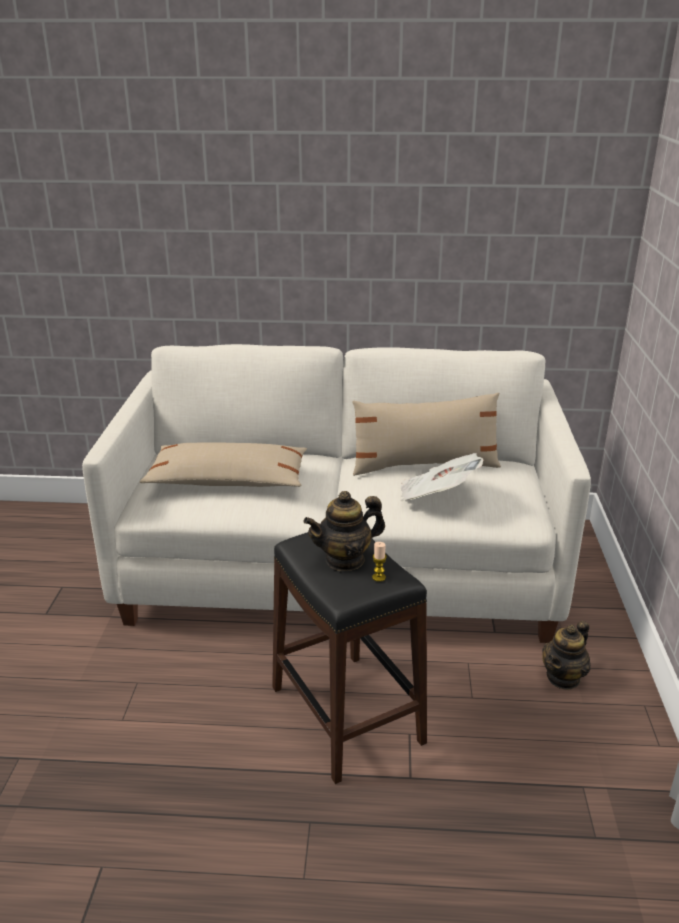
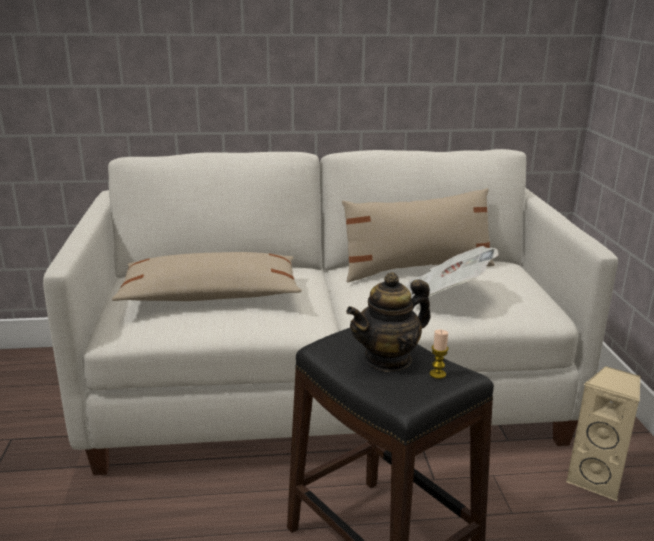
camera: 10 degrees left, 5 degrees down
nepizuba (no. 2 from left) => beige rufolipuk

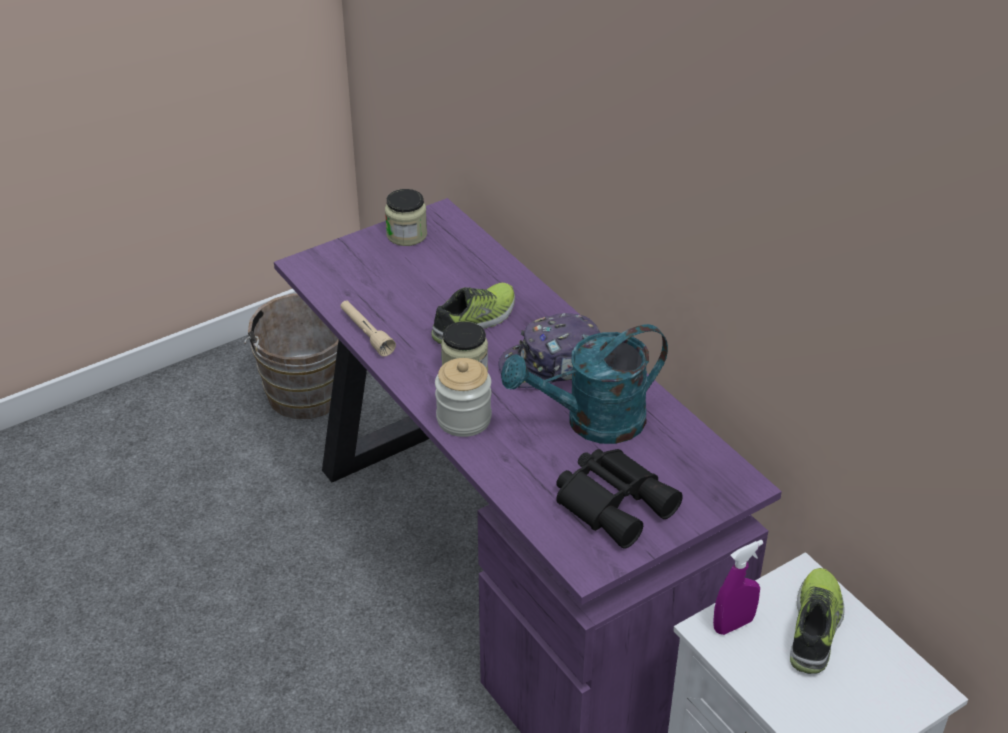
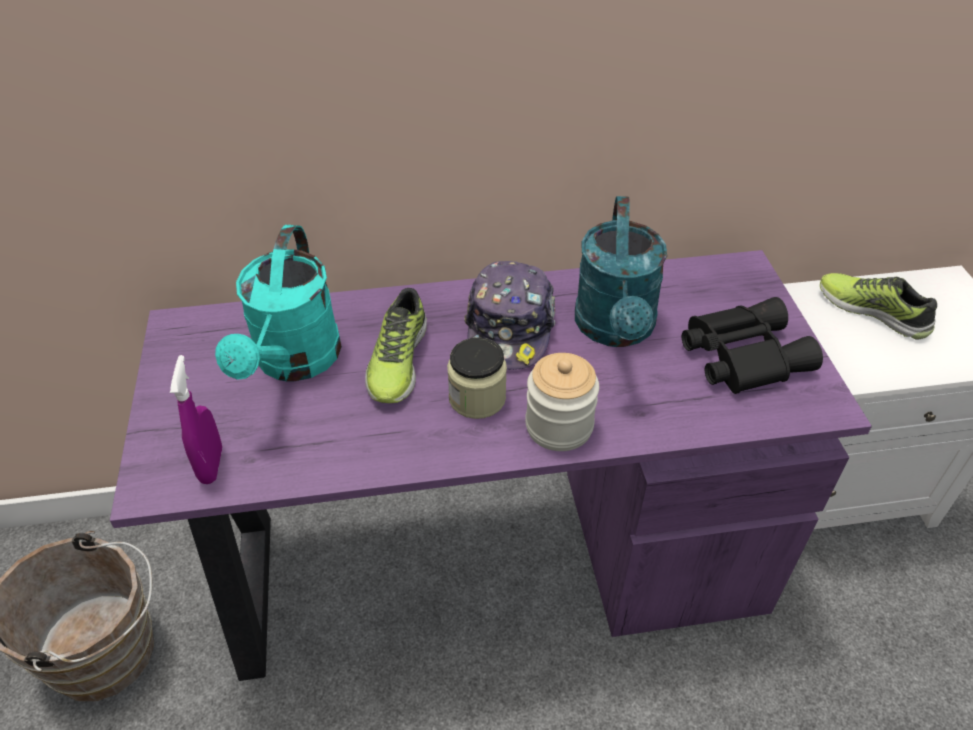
camera: 65 degrees left, 5 degrees up
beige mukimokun => nothing
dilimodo (no. 1 from left) => nothing
nothing => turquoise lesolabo (no. 1 from left)
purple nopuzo, relocated
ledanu (no. 1 from left), 150 degrees counterclockwise

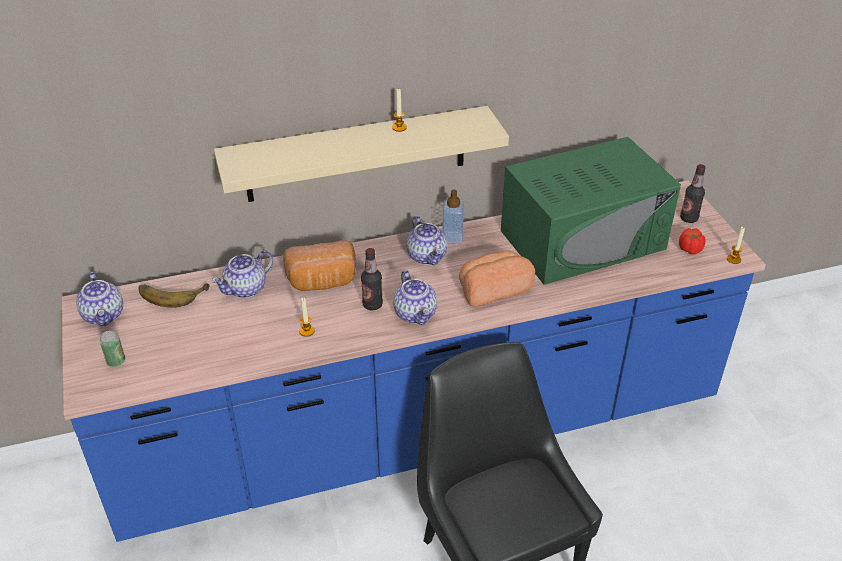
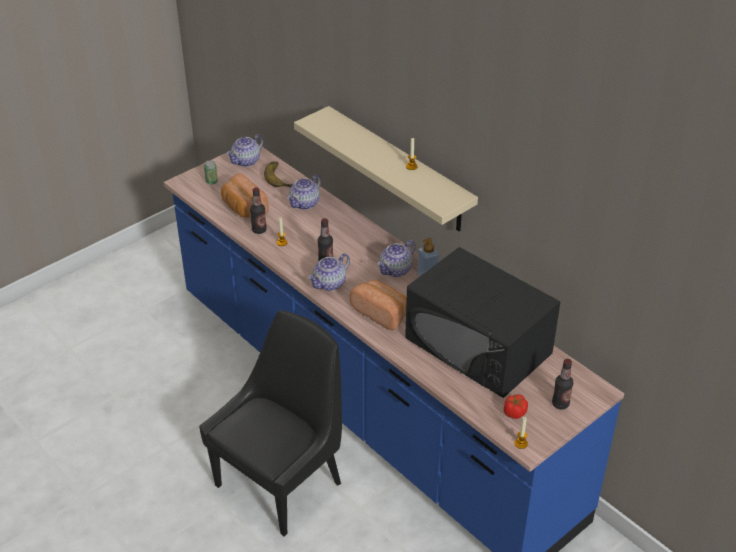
camera: 65 degrees right, 0 degrees up
nothing => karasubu (no. 1 from left)
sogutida (no. 1 from left), relocated
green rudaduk => black rudaduk
nepizuba (no. 2 from left), 75 degrees counterclockwise

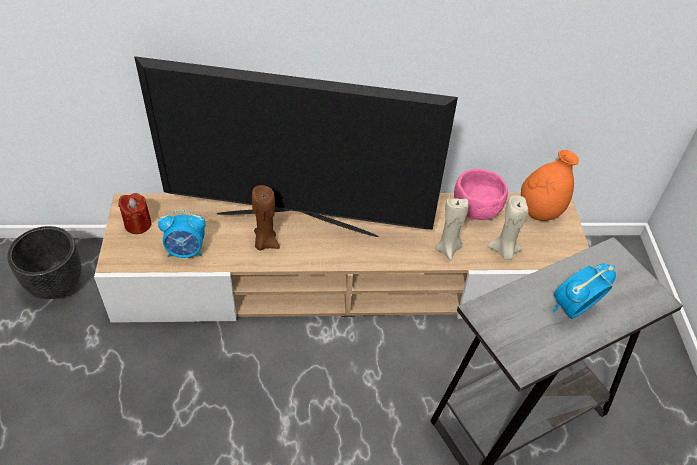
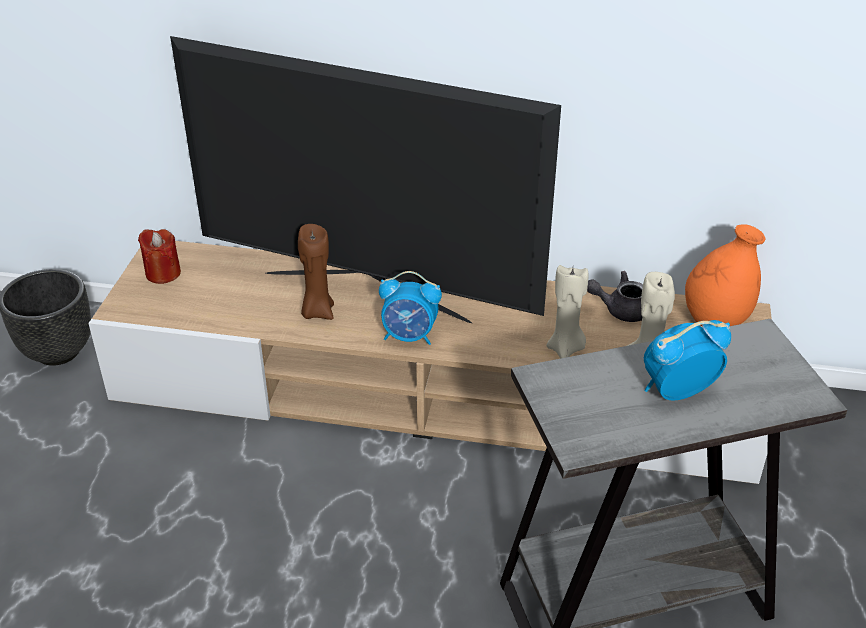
camera: 15 degrees right, 10 degrees down
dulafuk (no. 1 from left), relocated
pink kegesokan => grey nepizuba

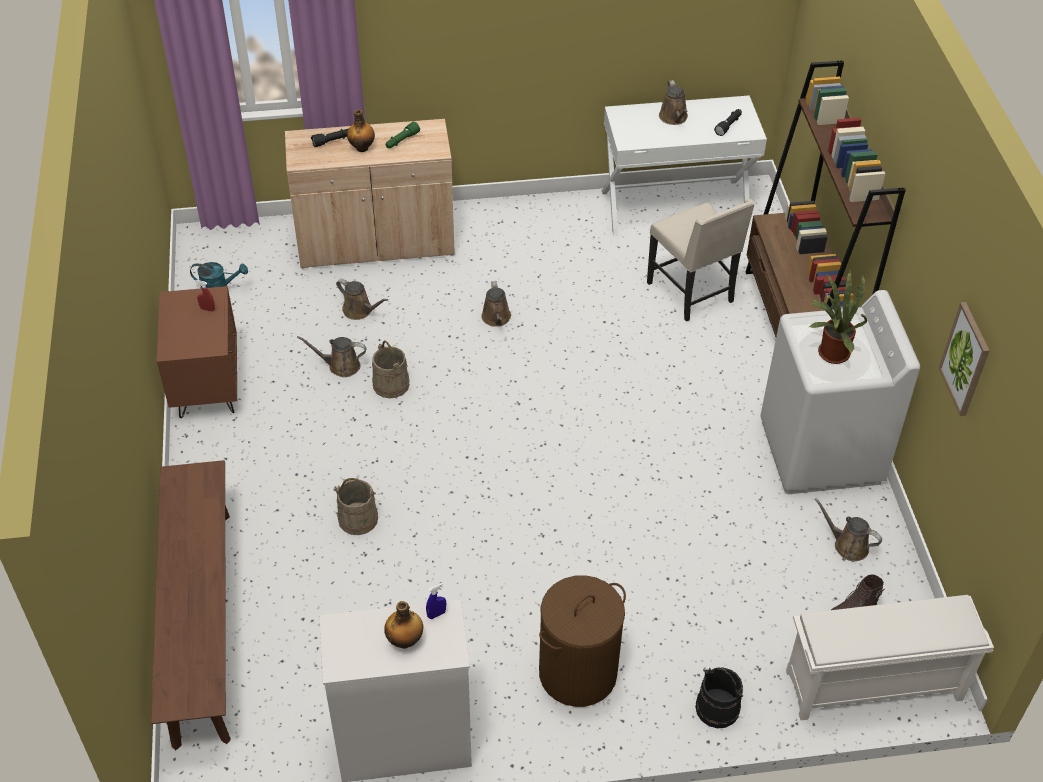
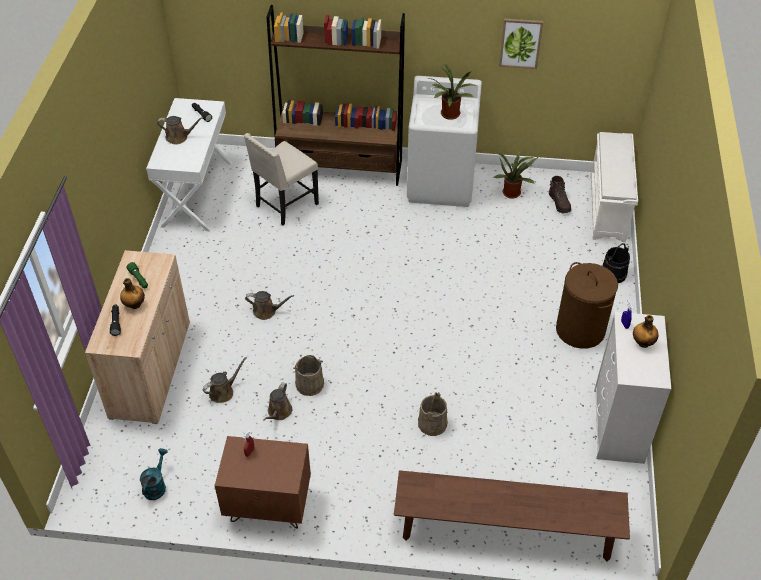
camera: 75 degrees left, 0 degrees up
brown lesolabo (no. 5 from left) => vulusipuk (no. 2 from left)
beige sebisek, 150 degrees clockwise

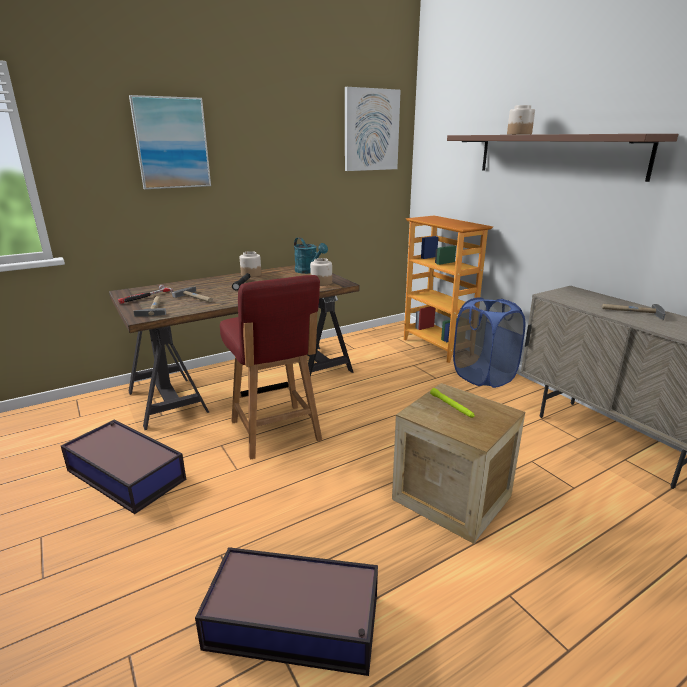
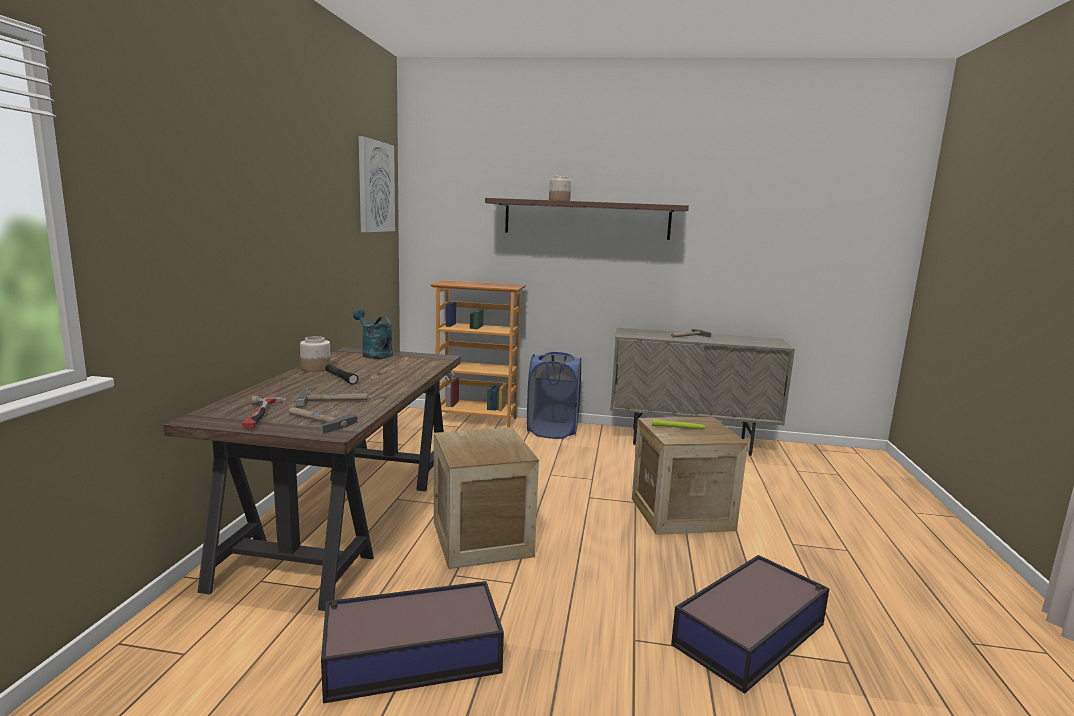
camera: 50 degrees left, 10 degrees down
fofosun (no. 1 from left) => nothing
dilimodo (no. 2 from left) => nothing
red sebisek => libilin (no. 1 from left)
turquoise lesolabo, 135 degrees counterclockwise

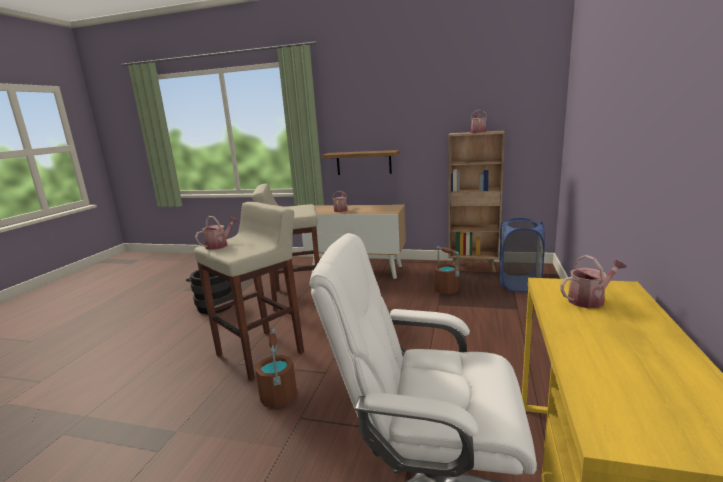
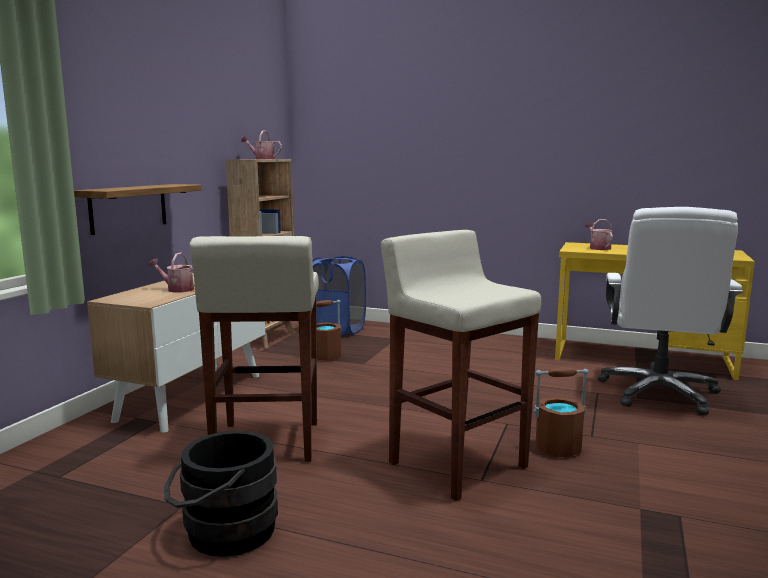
camera: 85 degrees left, 5 degrees down
lesolabo (no. 1 from left) => nothing

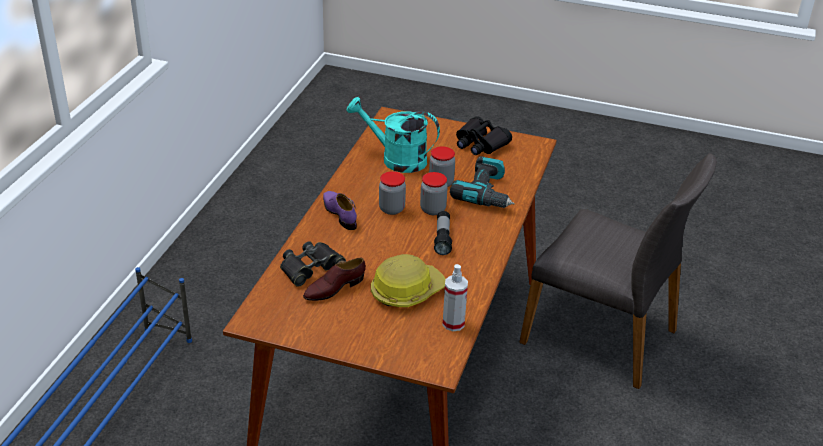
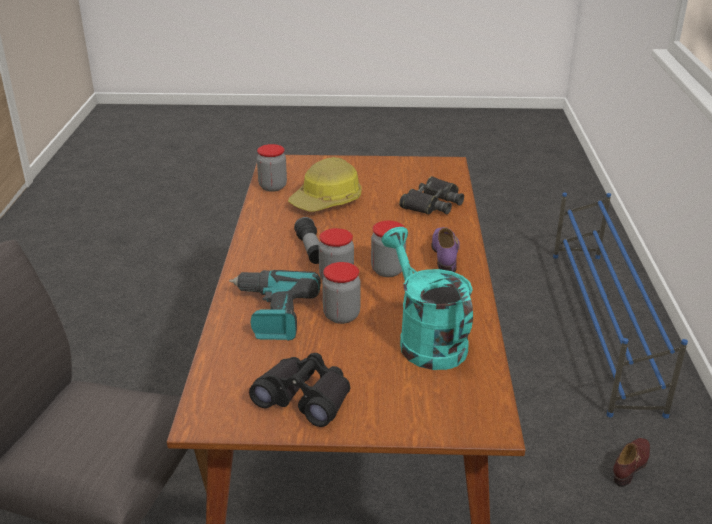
camera: 165 degrees right, 5 degrees down
brown ledanu, relocated
nopuzo => dilimodo (no. 1 from left)
purple ledanu, 135 degrees counterclockwise
turquoise lesolabo, 120 degrees counterclockwise

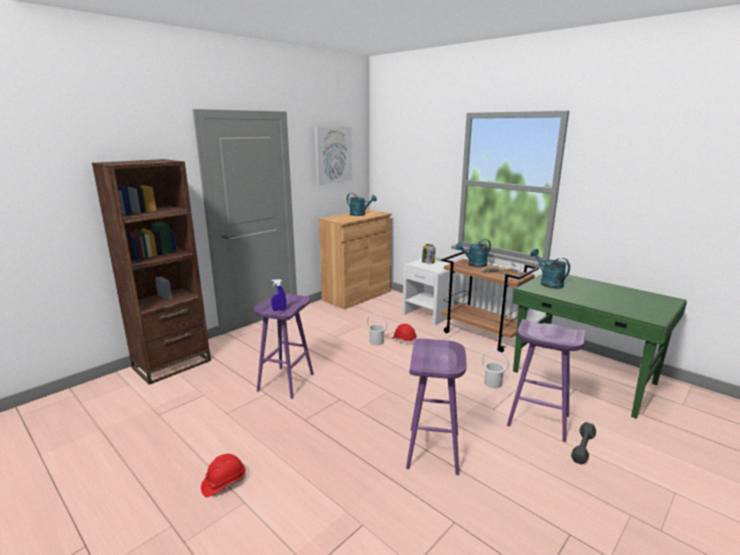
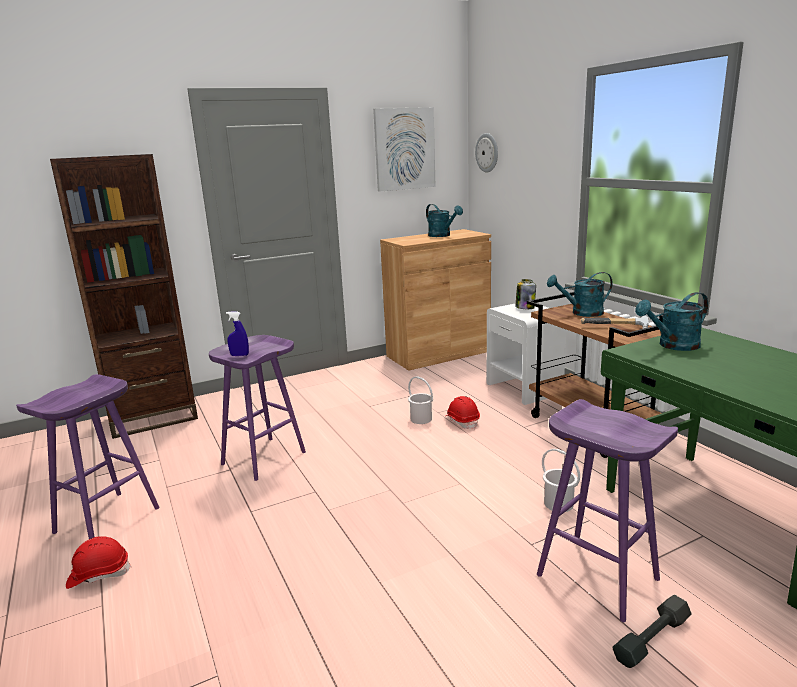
camera: 20 degrees right, 0 degrees up
nothing => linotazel
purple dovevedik (no. 2 from left in the first image) => purple dovevedik (no. 1 from left), relocated
turquoise lesolabo (no. 3 from left), 105 degrees counterclockwise

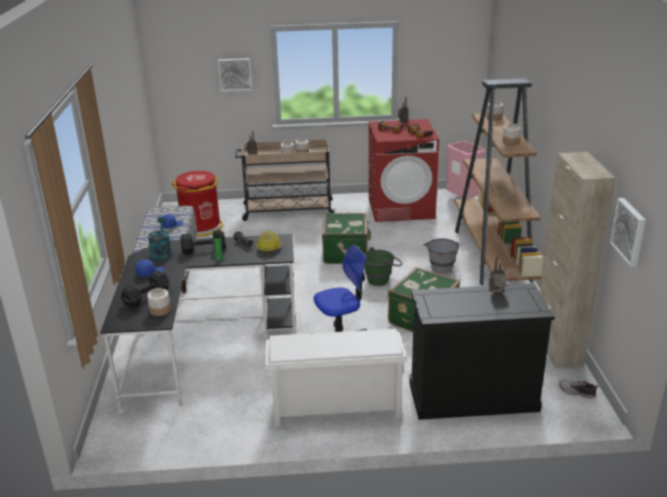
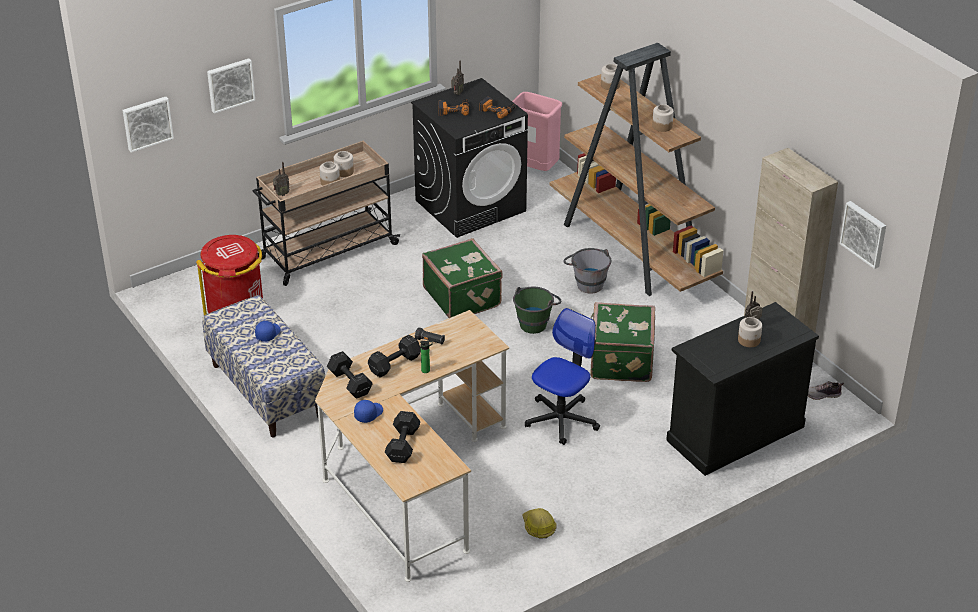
camera: 30 degrees left, 10 degrees up
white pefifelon => nothing
nothing => fofosun (no. 1 from left)
dilimodo (no. 1 from left in the first image) => dilimodo (no. 5 from left), relocated
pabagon, relocated
turquoise lesolabo => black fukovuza (no. 1 from left)
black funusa => beige funusa
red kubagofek => black kubagofek

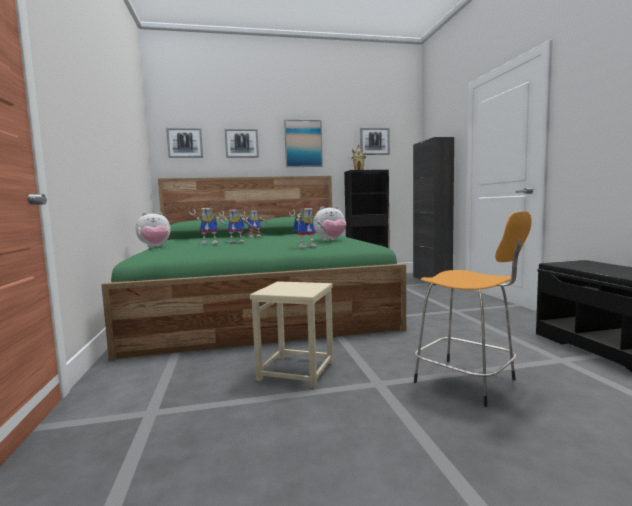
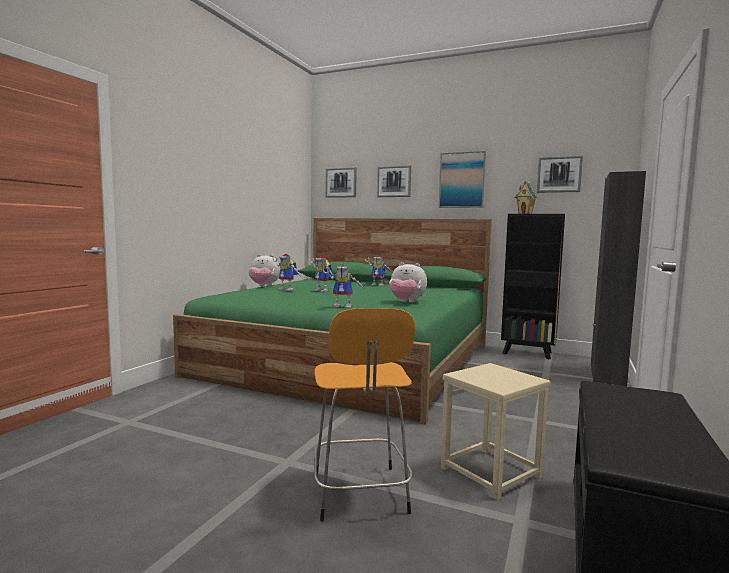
camera: 35 degrees right, 0 degrees up
beige dovevedik, relocated

